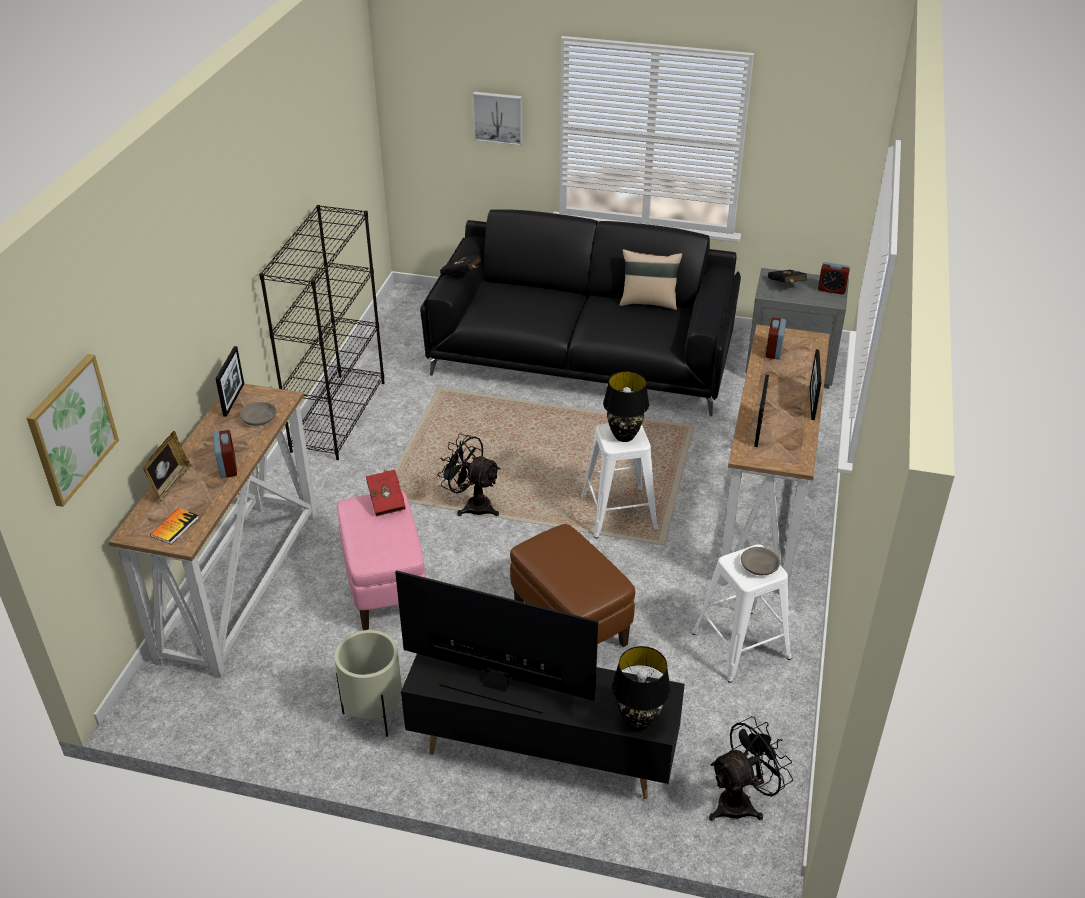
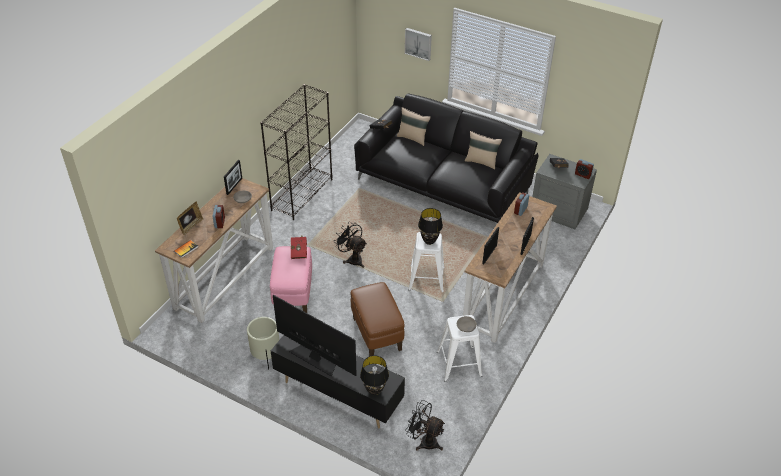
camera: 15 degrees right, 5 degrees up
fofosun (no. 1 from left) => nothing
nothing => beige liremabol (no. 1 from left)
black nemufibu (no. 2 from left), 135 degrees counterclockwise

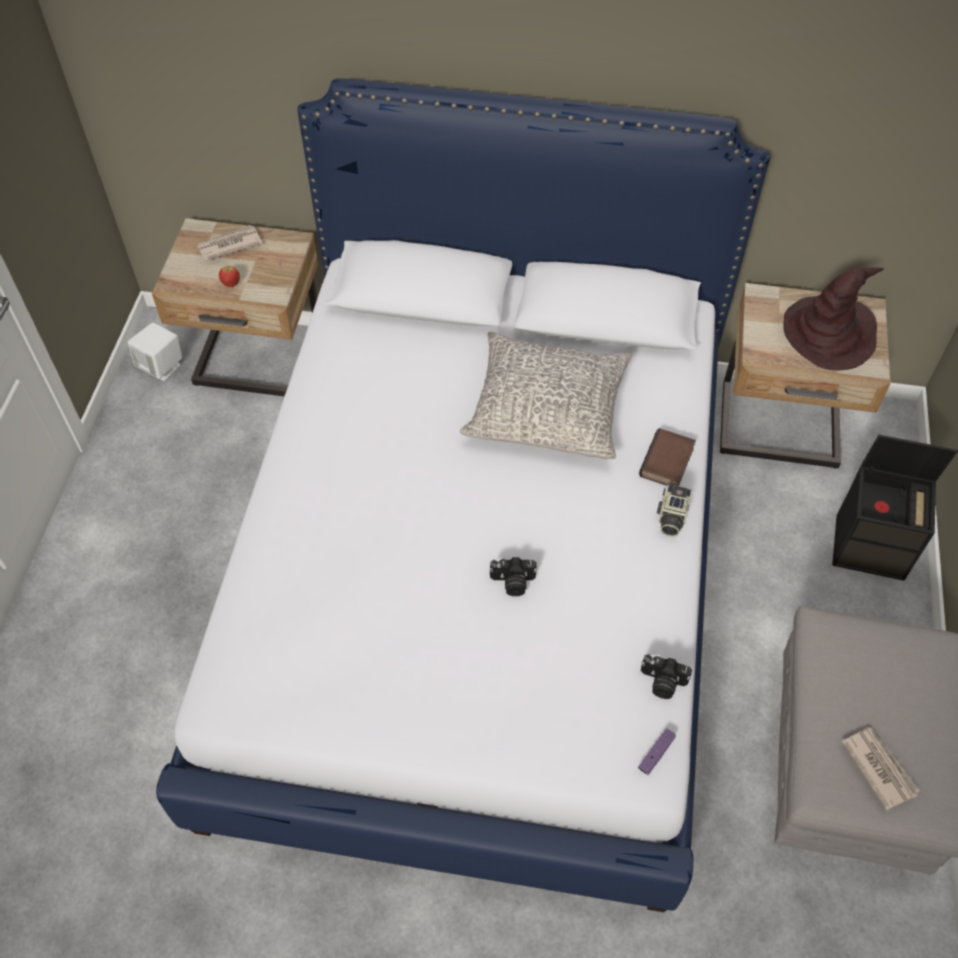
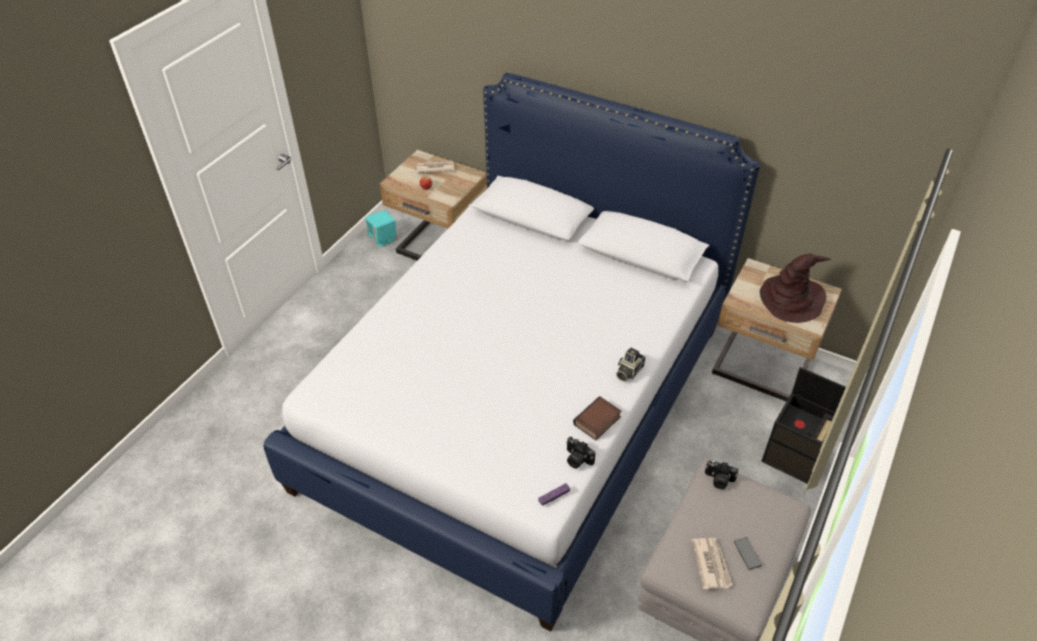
camera: 20 degrees right, 10 degrees down
grey liremabol => nothing
nothing => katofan
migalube (no. 1 from left in the first image) => migalube (no. 3 from left), relocated
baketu, relocated
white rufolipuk => turquoise rufolipuk

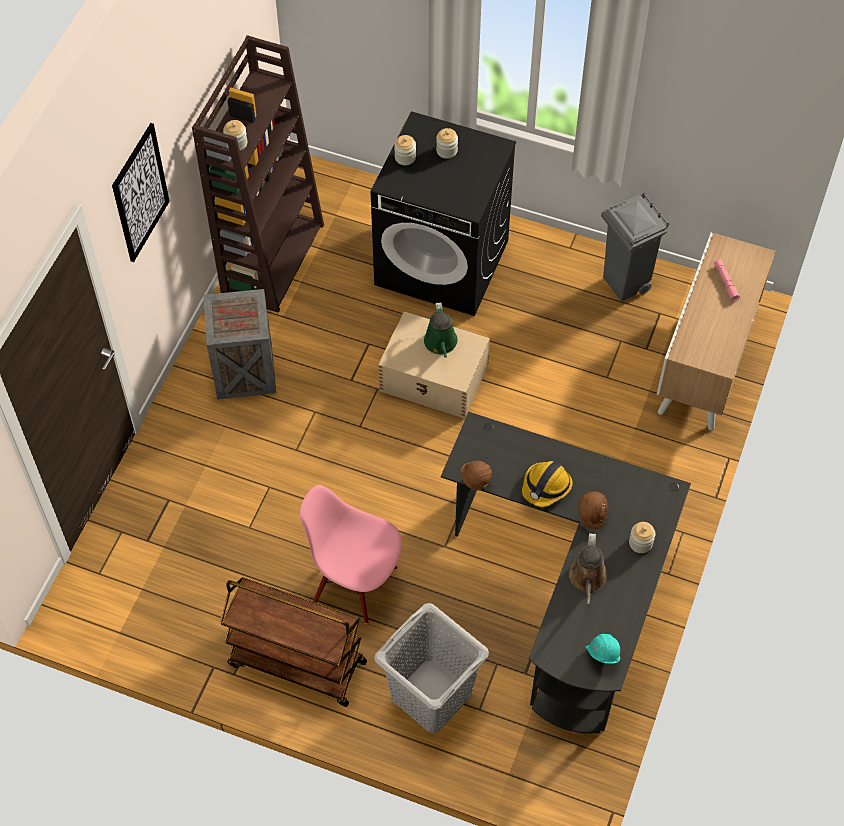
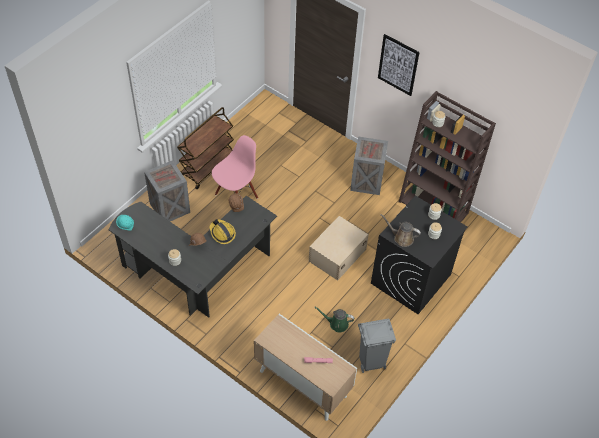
camera: 105 degrees right, 5 degrees down
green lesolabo, relocated
brown lesolabo, relocated
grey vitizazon => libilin (no. 1 from left)

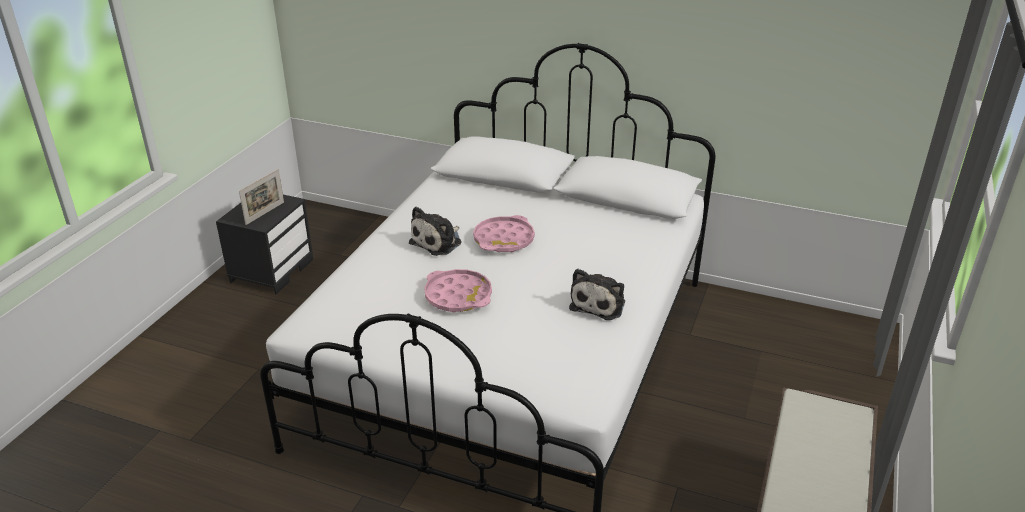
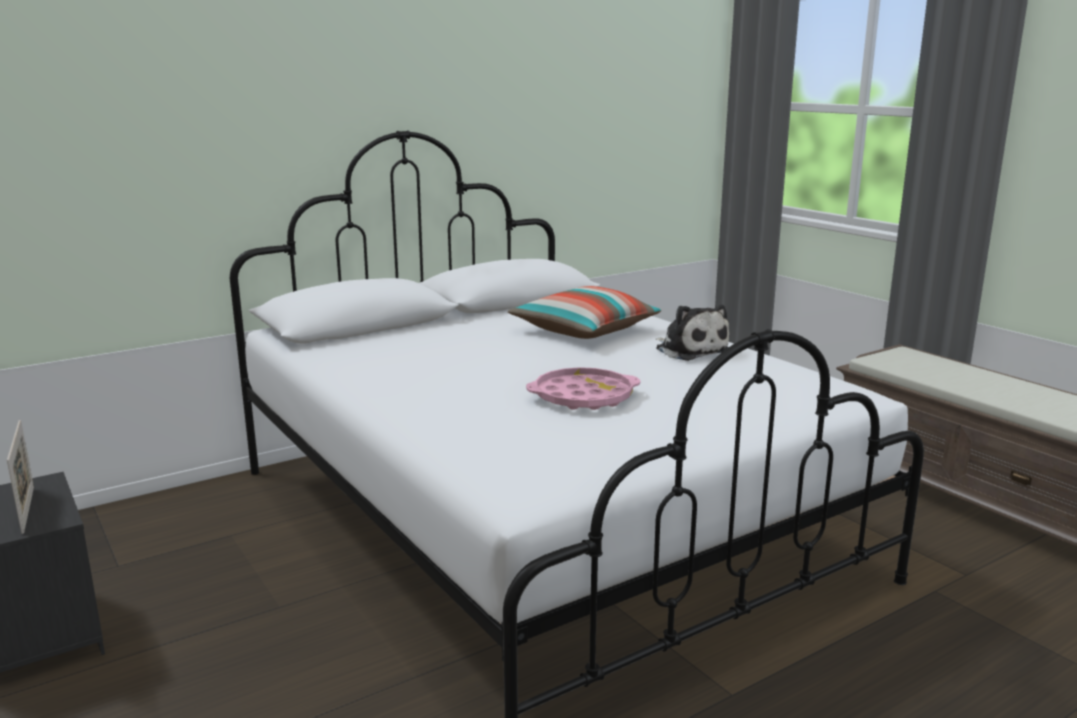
camera: 55 degrees left, 15 degrees down
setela (no. 1 from left) => nothing
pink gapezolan (no. 2 from left) => nothing
nothing => liremabol

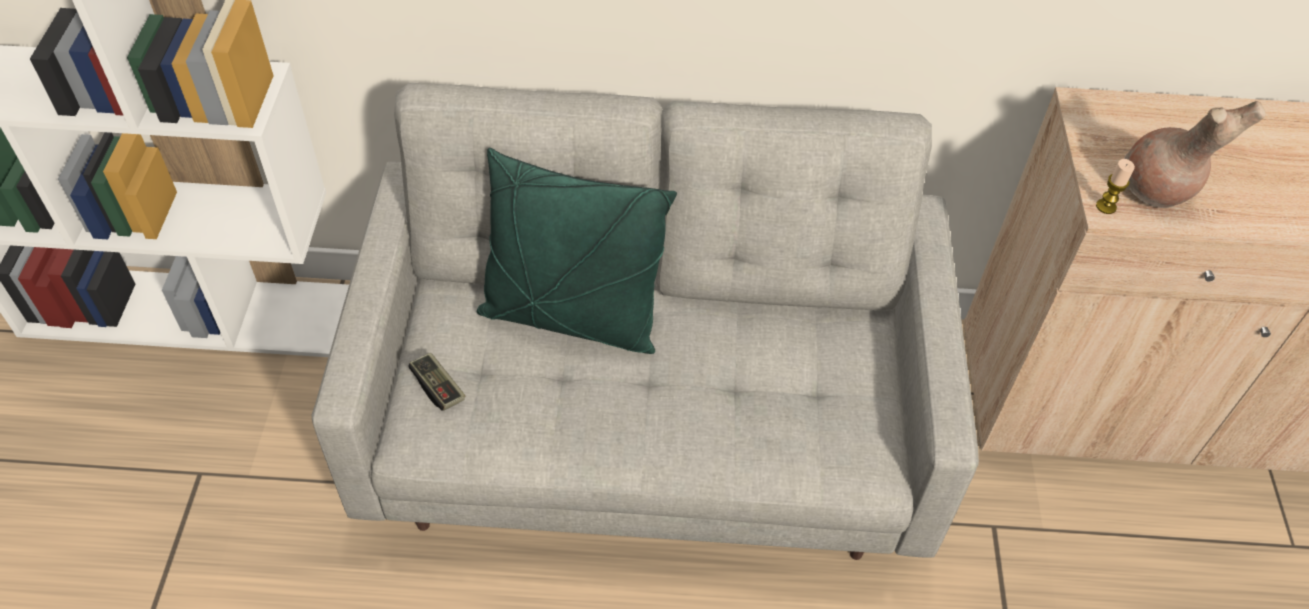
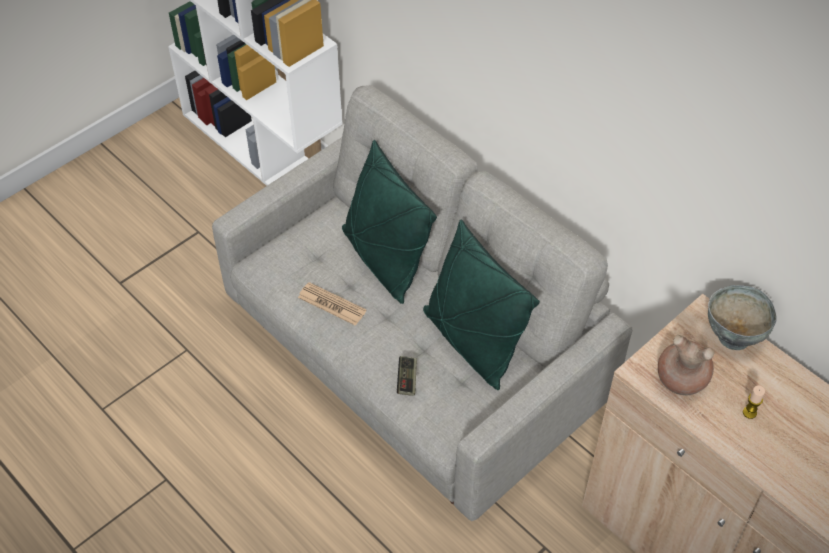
camera: 45 degrees right, 0 degrees up
nothing => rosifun
nothing => green liremabol (no. 2 from left)
nothing => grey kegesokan
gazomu, relocated
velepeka, relocated

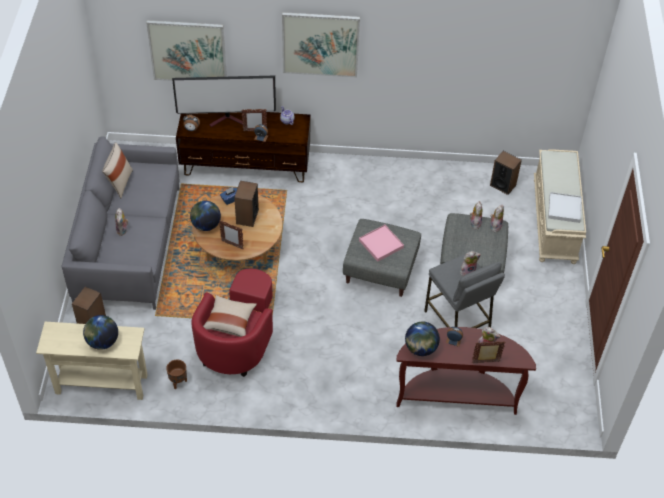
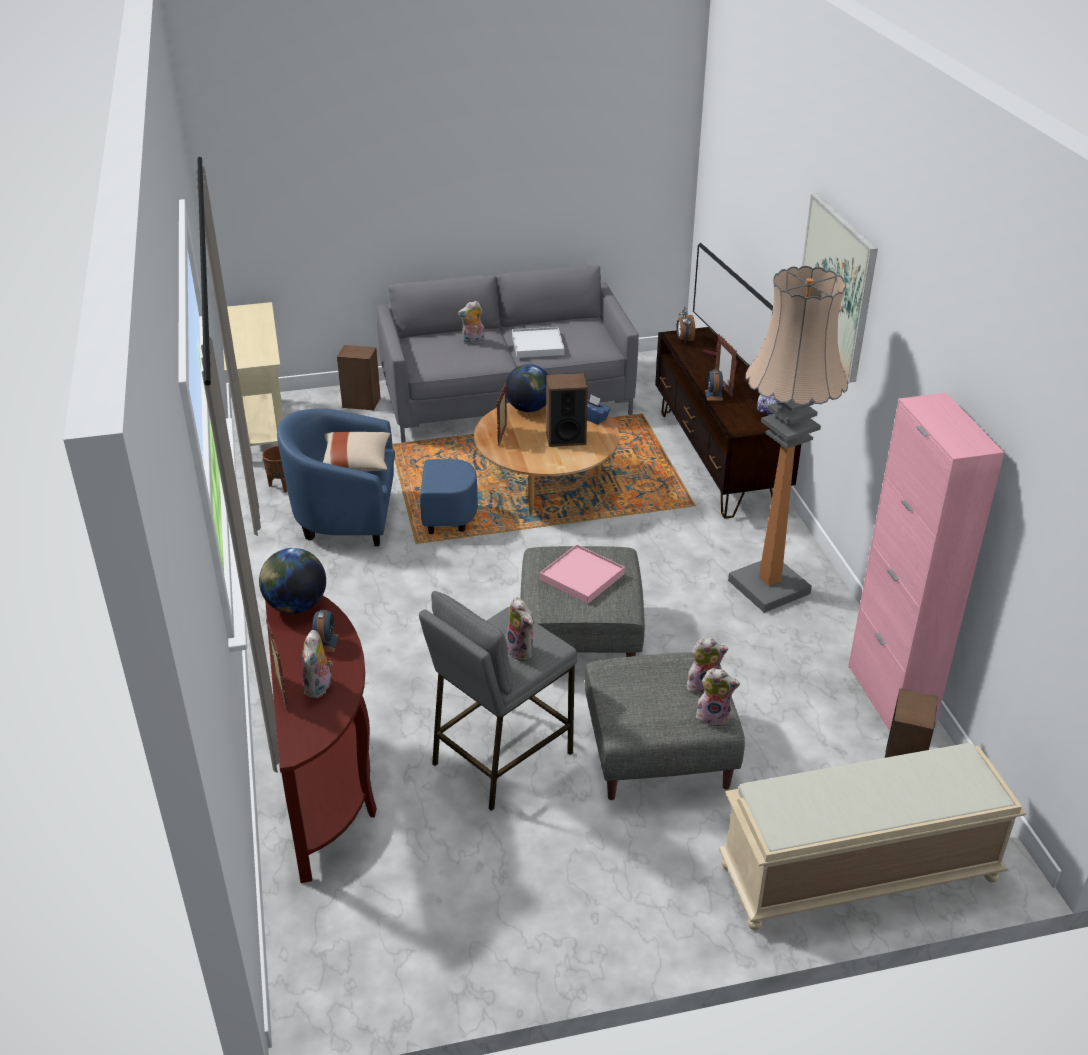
camera: 75 degrees right, 15 degrees down
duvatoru (no. 1 from left) => nothing
beige liremabol (no. 1 from left) => nothing
fofosun (no. 1 from left) => nothing
nothing => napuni
nothing => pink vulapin
white gapezolan, relocated
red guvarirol => blue guvarirol

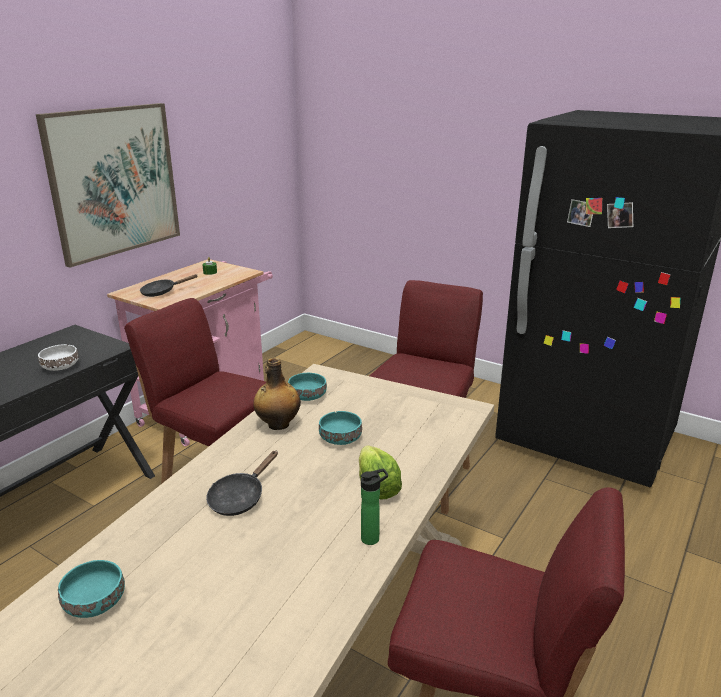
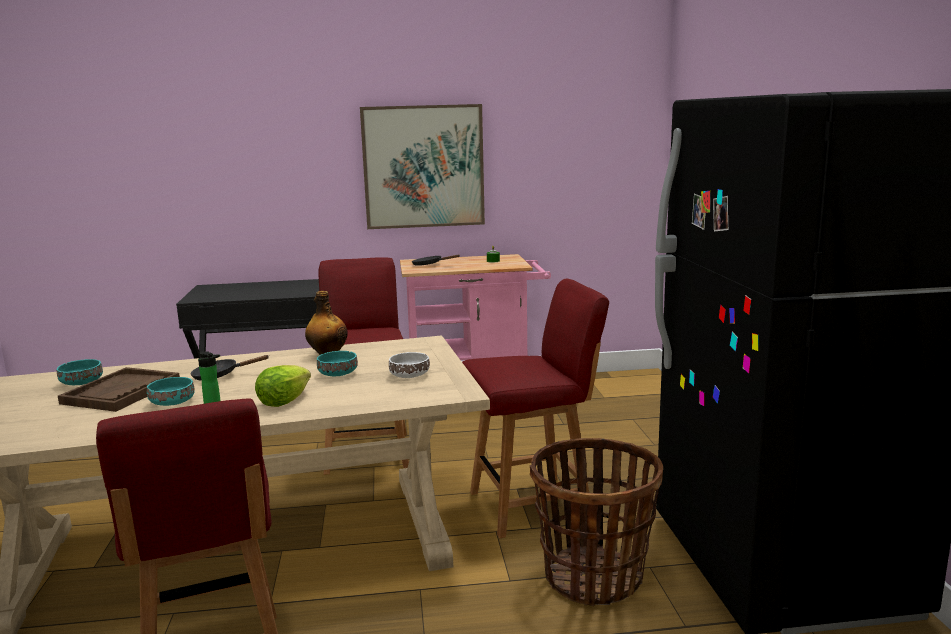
camera: 50 degrees right, 10 degrees down
nothing => brown gapezolan
nothing => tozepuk
white kegesokan, relocated
turquoise kegesokan (no. 2 from left), relocated

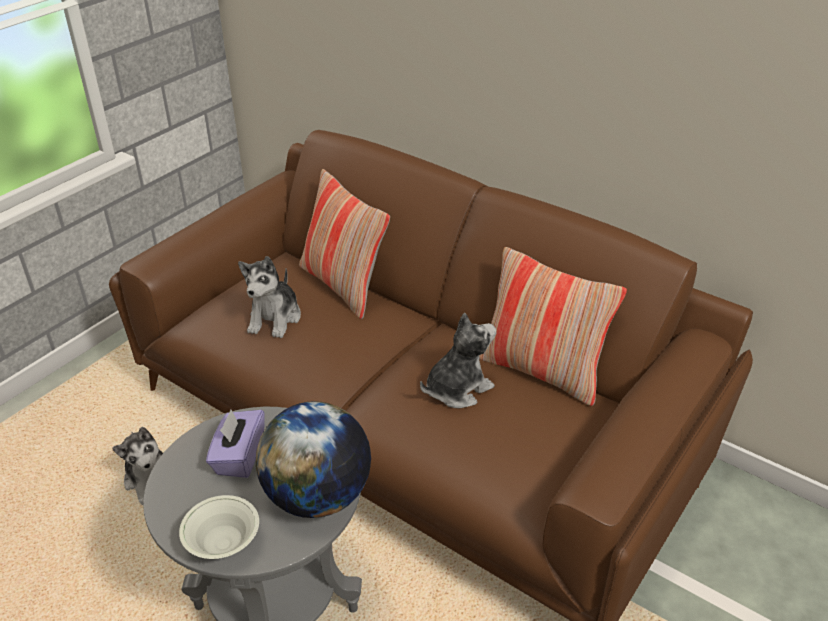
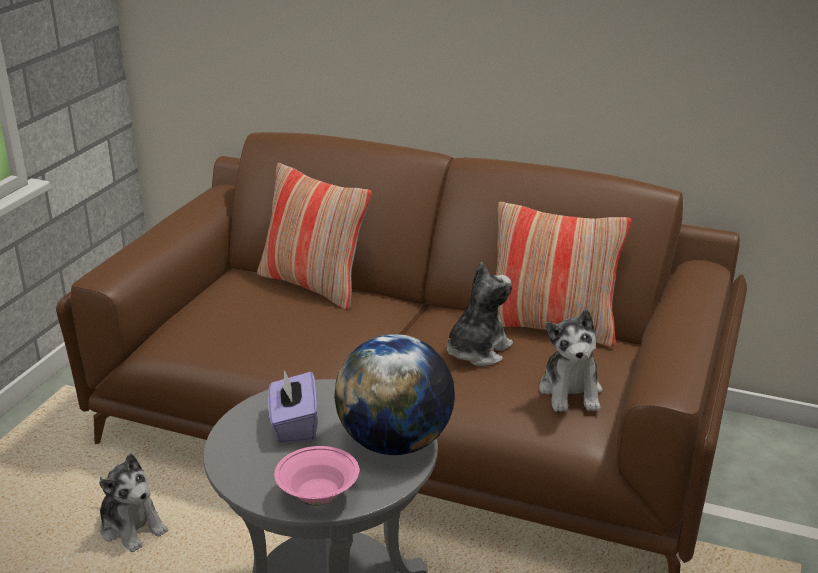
camera: 15 degrees left, 10 degrees down
setela (no. 2 from left in the first image) => setela (no. 3 from left), relocated
white kegesokan => pink kegesokan

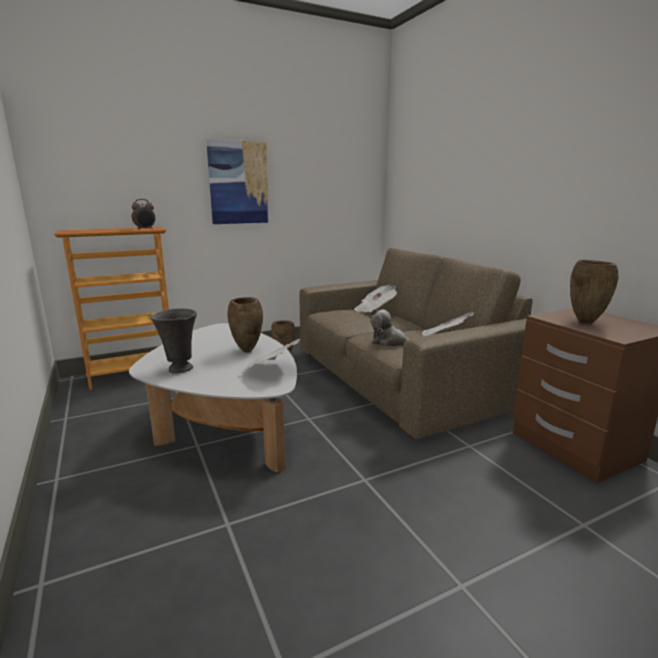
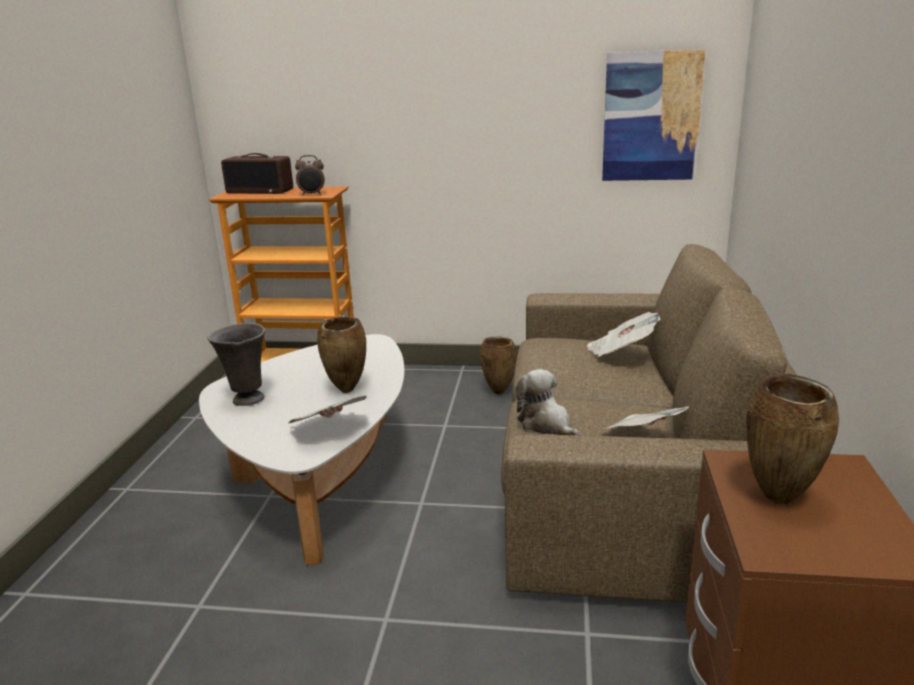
camera: 35 degrees right, 5 degrees up
nothing => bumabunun
fofosun, relocated

